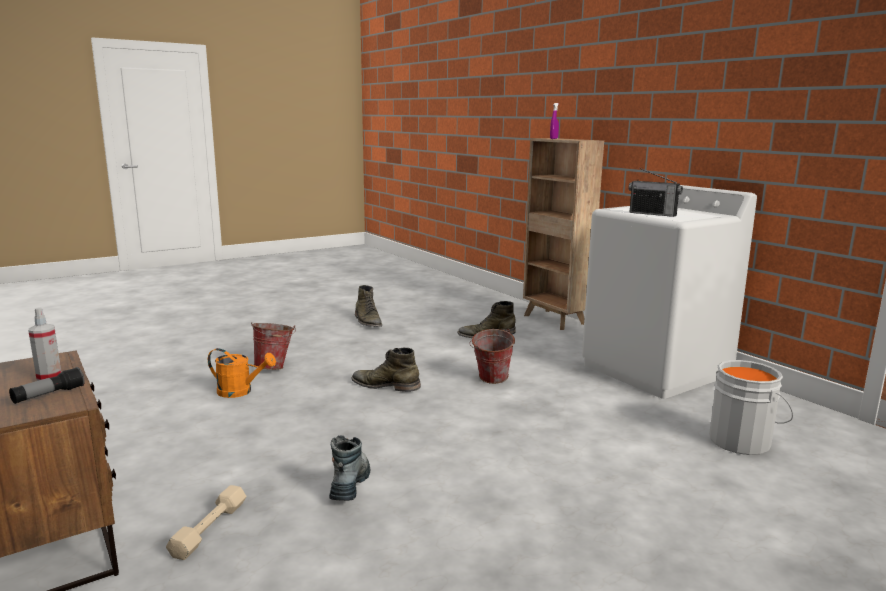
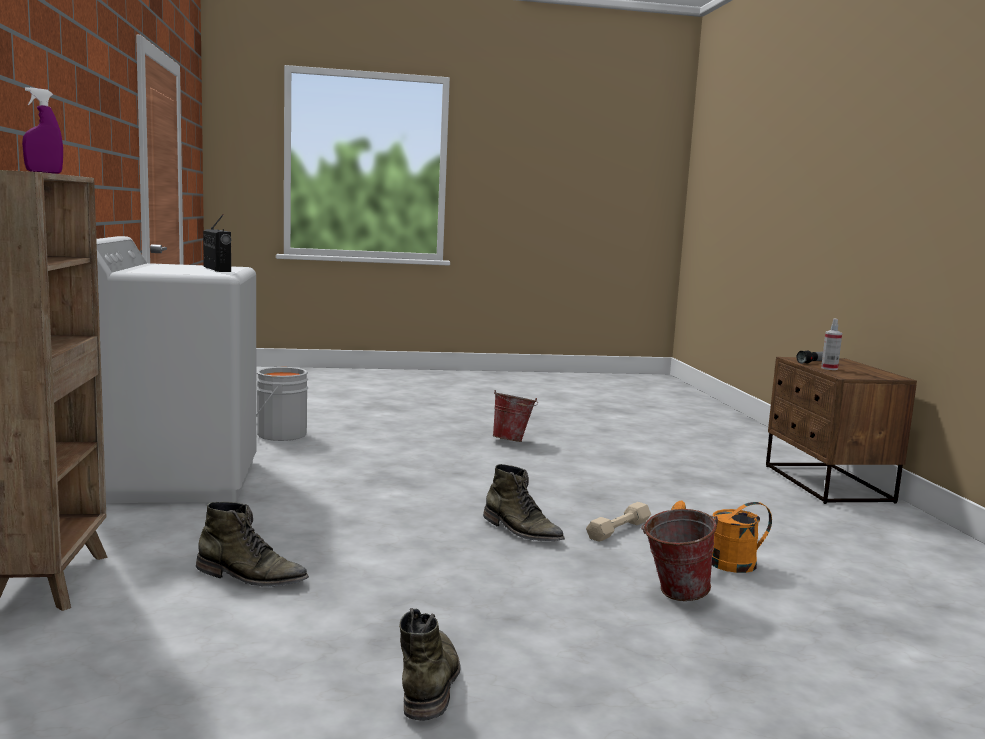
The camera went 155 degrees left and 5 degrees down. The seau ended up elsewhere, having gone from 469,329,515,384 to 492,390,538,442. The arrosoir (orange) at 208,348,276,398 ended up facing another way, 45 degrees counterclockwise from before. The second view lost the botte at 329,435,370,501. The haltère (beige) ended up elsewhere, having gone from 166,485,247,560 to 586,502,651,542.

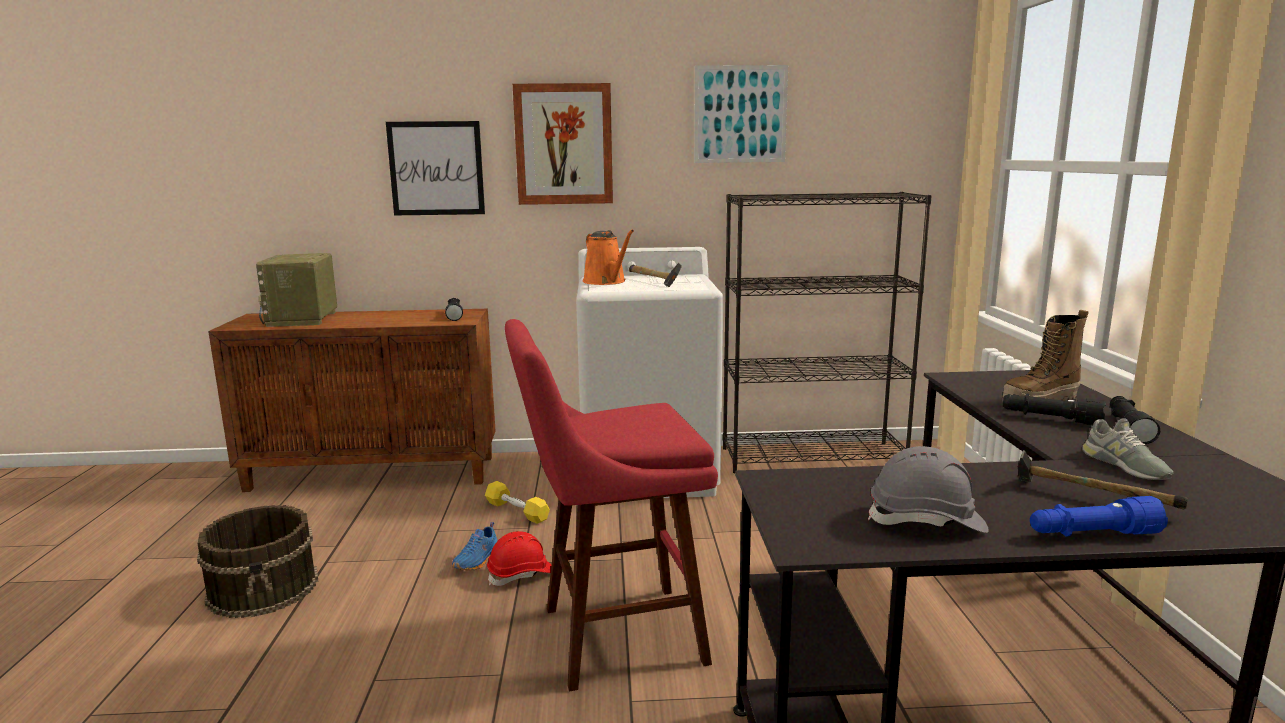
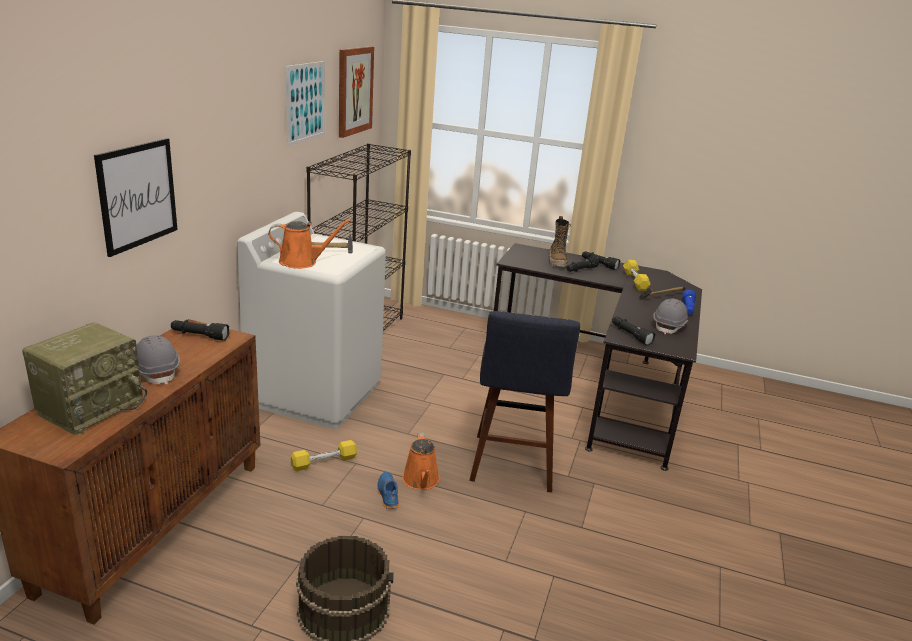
The camera went 70 degrees left and 10 degrees up. The tableau ended up elsewhere, having gone from 513,83,613,205 to 339,46,374,138. The radio at 256,253,337,327 ended up facing another way, 75 degrees counterclockwise from before. What was the tabouret (rouge) at 505,319,718,692 turned into the tabouret (bleu) at 469,311,580,492. Where the chaussure (gris) stood at 1083,418,1174,480, the haltère (jaune) came to stand at 623,260,651,291. The chaussure (bleu) at 452,522,498,571 ended up facing another way, 150 degrees counterclockwise from before. Where the casque de chantier (rouge) stood at 487,531,551,586, the arrosoir (orange) came to stand at 402,433,440,490. The second view gained the lampe de poche (noir) at 612,317,655,346. The second view gained the casque de chantier (gris) at 135,335,180,385.

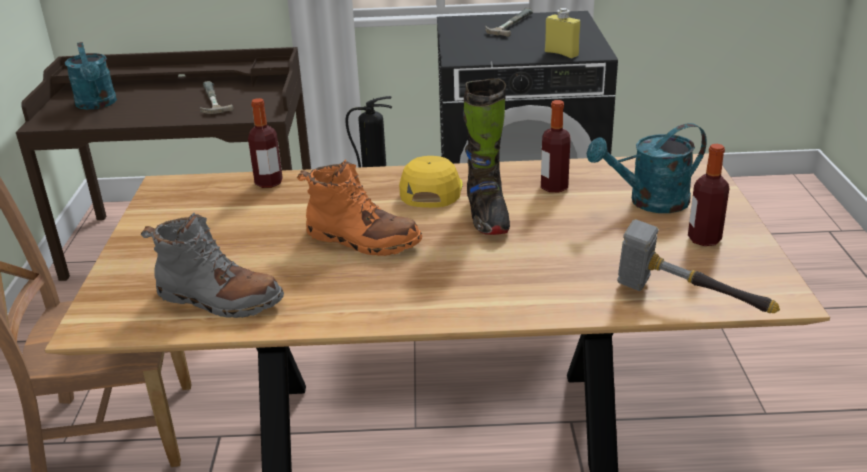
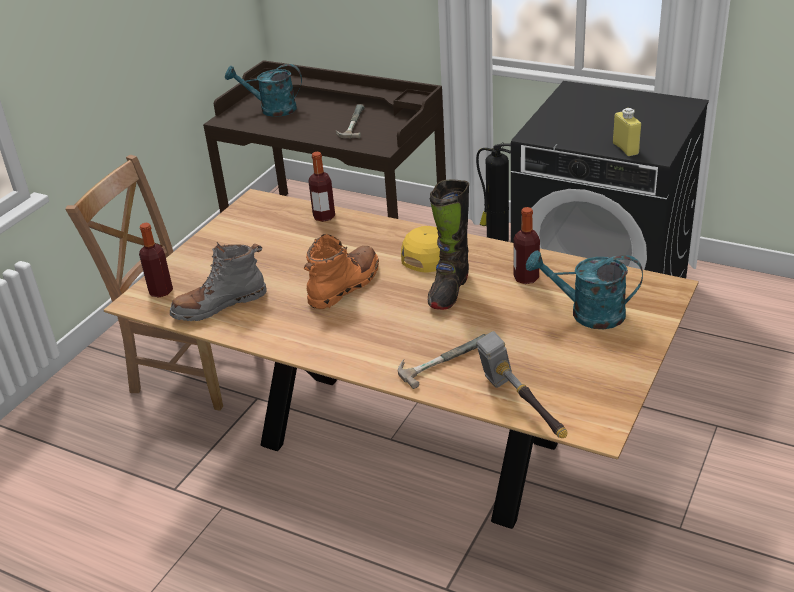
The camera went 30 degrees right and 5 degrees up. The marteau ended up elsewhere, having gone from 486,8,533,37 to 398,334,486,389. The arrosoir (turquoise) at 65,42,117,110 ended up facing another way, 90 degrees clockwise from before. The bouteille ended up elsewhere, having gone from 688,144,730,246 to 139,223,173,297. The botte (orange) at 297,160,422,256 ended up facing another way, 105 degrees counterclockwise from before. The botte (gris) at 141,213,284,318 ended up facing another way, 105 degrees clockwise from before.

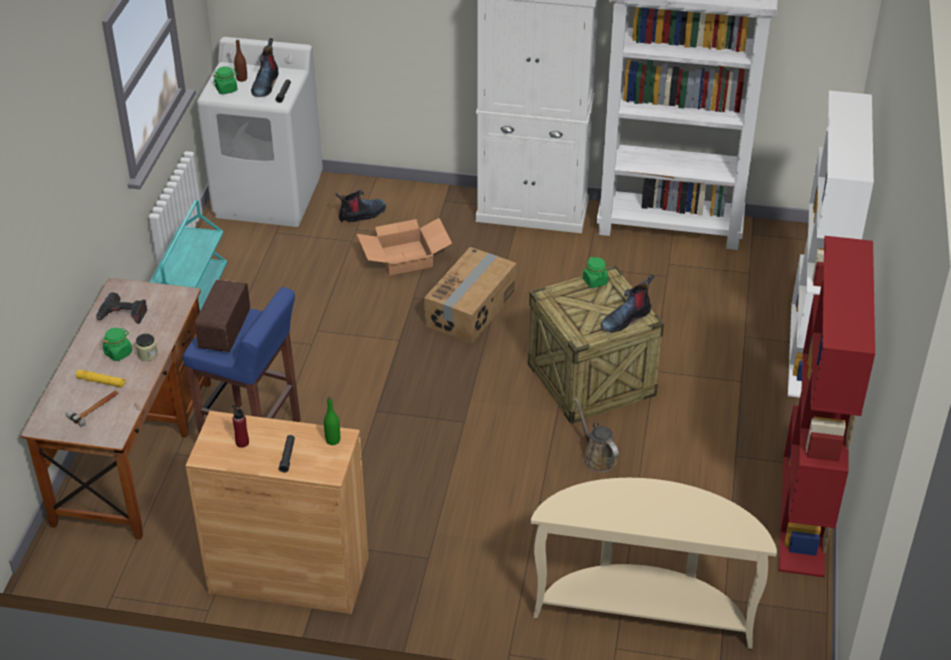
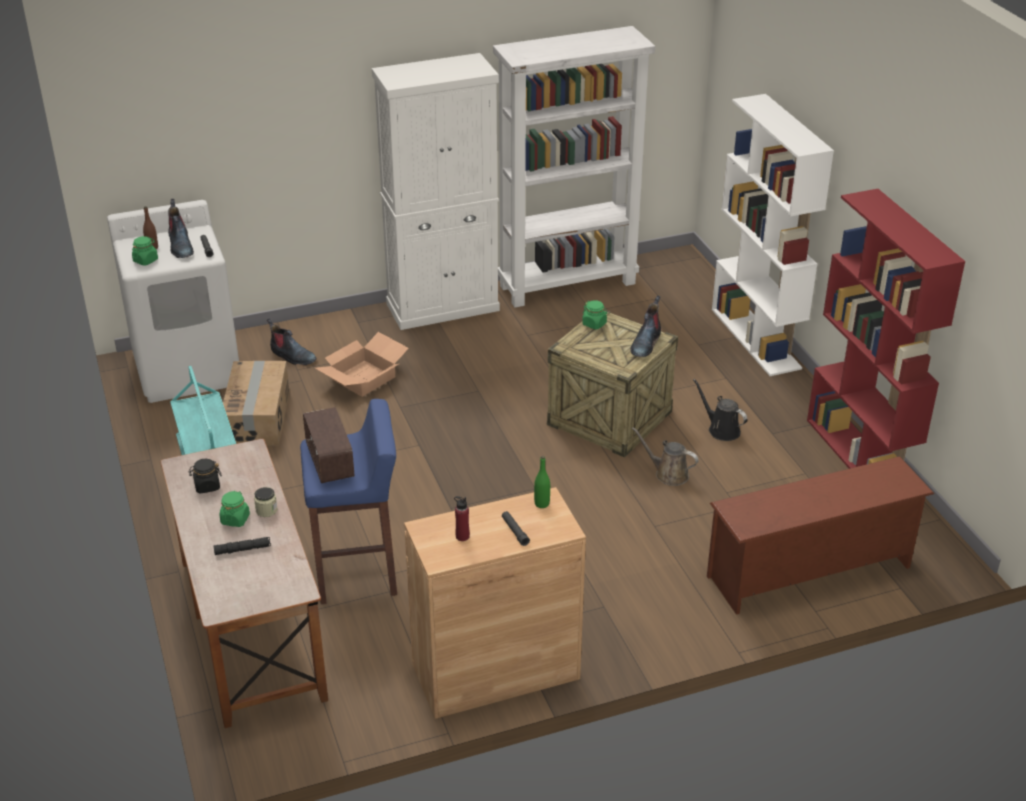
The camera went 30 degrees left and 5 degrees down. The botte at 336,190,386,222 ended up facing another way, 90 degrees clockwise from before. The carton ended up elsewhere, having gone from 424,247,516,343 to 223,361,290,445. Where the perceuse stood at 96,292,147,324, the bocal (noir) came to stand at 188,459,222,493. What was the lampe de poche (jaune) at 76,370,126,388 turned into the lampe de poche (noir) at 214,537,271,555. The second view lost the marteau at 66,390,119,426. Where the table console (beige) stood at 531,478,777,649, the étagère à chaussures (marron) came to stand at 707,456,934,615. The second view gained the arrosoir (noir) at 693,379,747,441.

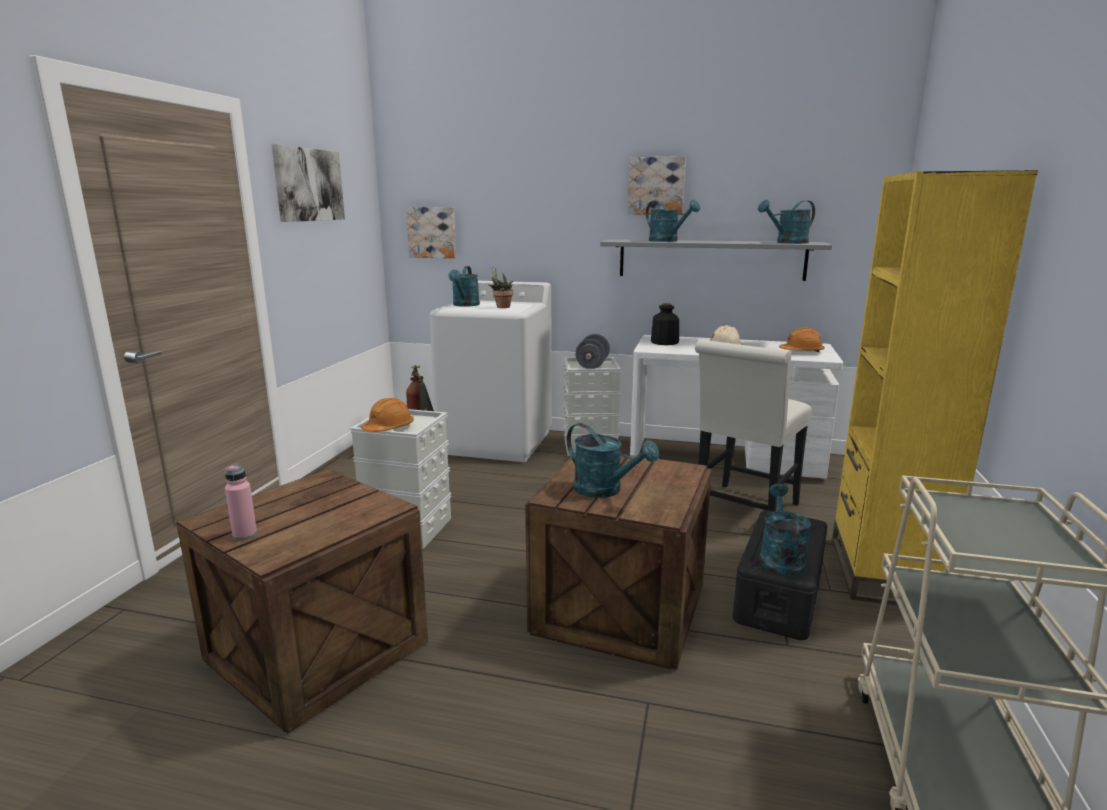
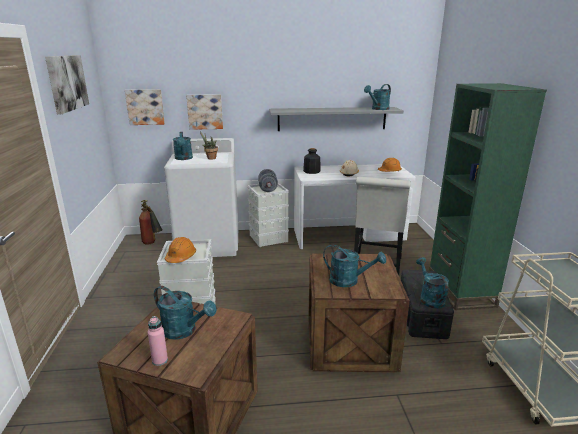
The camera went 20 degrees left and 5 degrees up. The tableau ended up elsewhere, having gone from 628,156,686,215 to 186,94,223,130. What was the bibliothèque (jaune) at 832,170,1038,606 turned into the bibliothèque (vert) at 429,83,547,310. The arrosoir (turquoise) ended up elsewhere, having gone from 646,200,700,242 to 154,286,217,340.

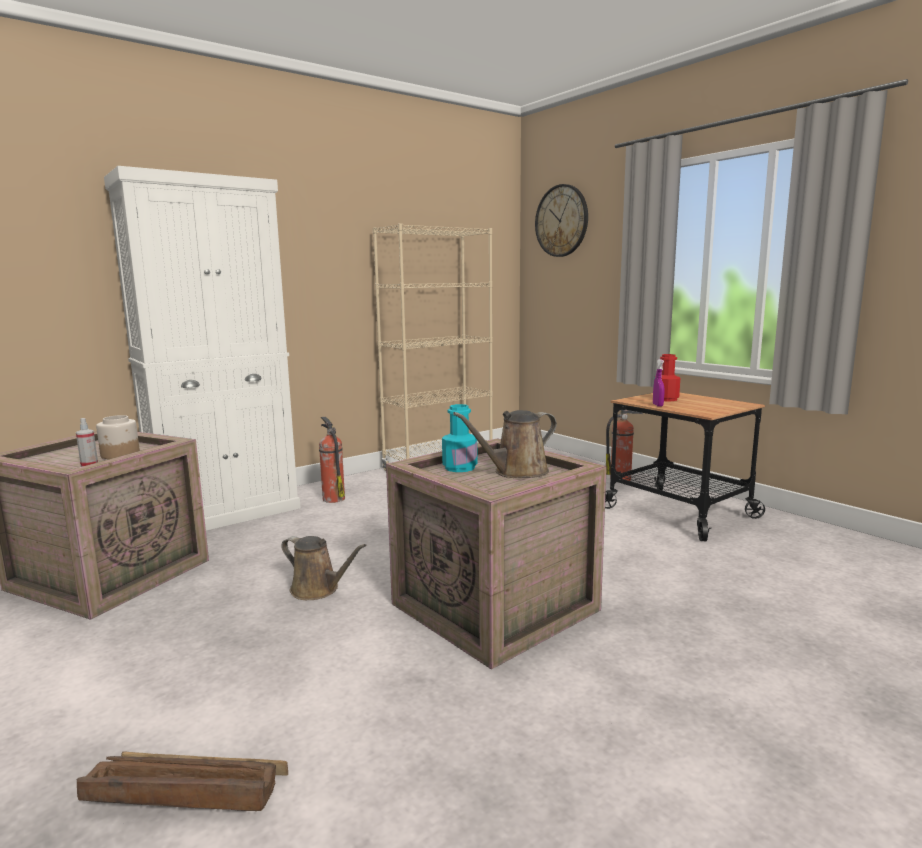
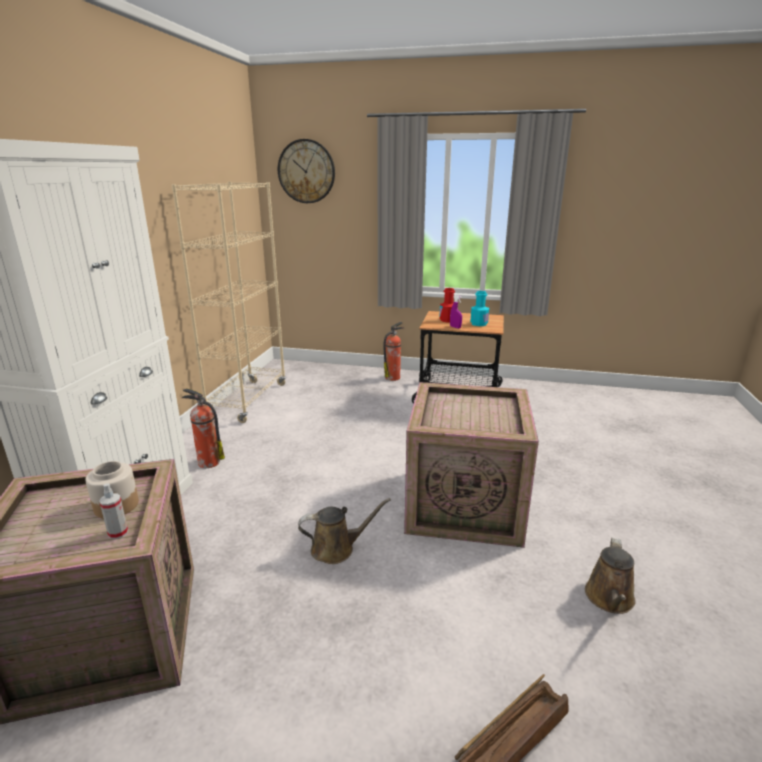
The camera went 40 degrees left and 10 degrees up. The bouteille (turquoise) ended up elsewhere, having gone from 442,404,477,472 to 470,291,489,326. The arrosoir (marron) ended up elsewhere, having gone from 453,410,557,478 to 585,538,636,614.

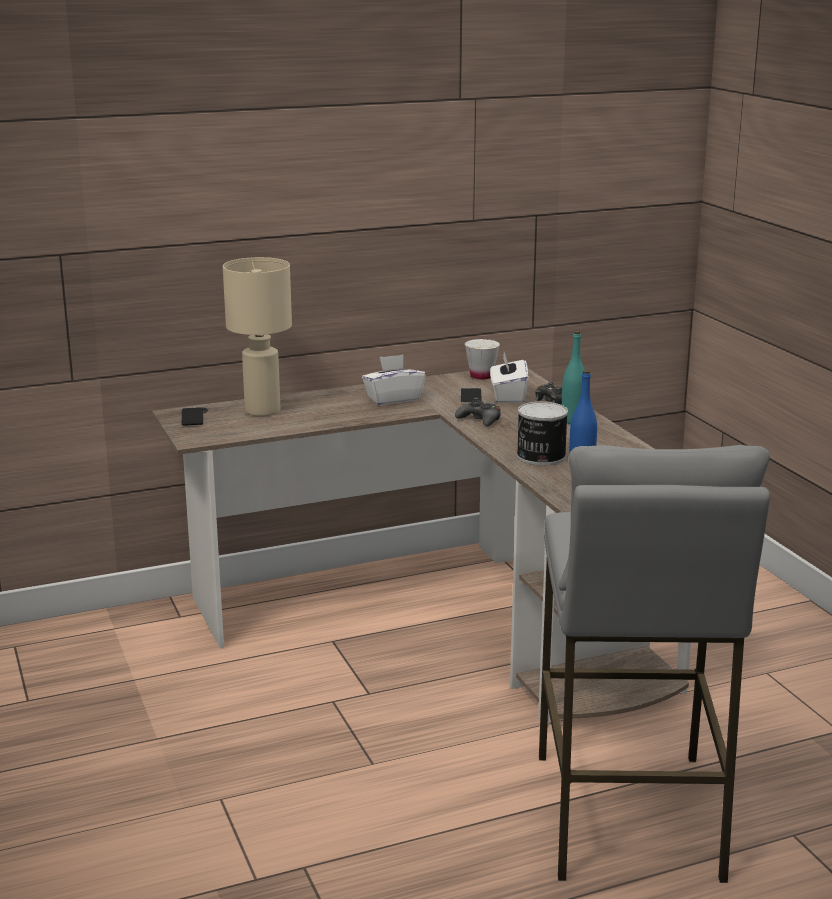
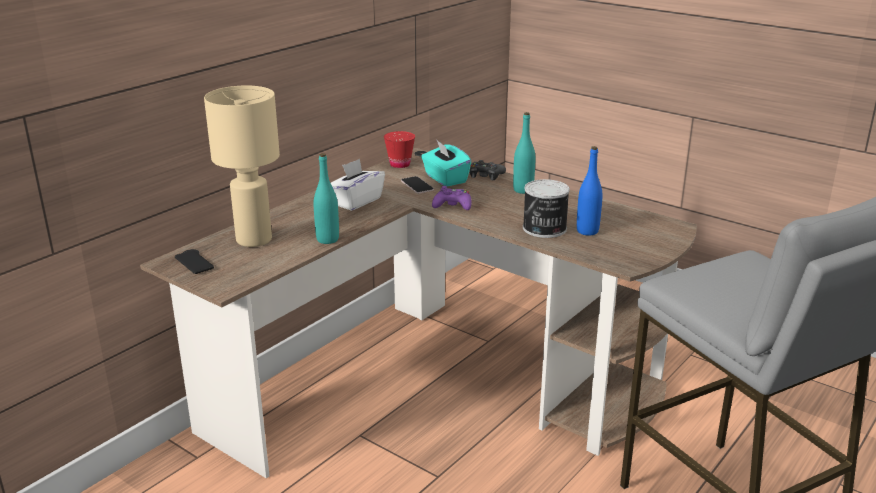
The camera went 30 degrees left and 5 degrees up. What was the tasse (blanc) at 465,339,500,380 turned into the tasse (rouge) at 384,131,415,168. What was the boîte à mouchoirs (blanc) at 490,352,529,403 turned into the boîte à mouchoirs (turquoise) at 421,141,471,187. What was the manette (noir) at 455,397,501,426 turned into the manette (violet) at 432,186,472,210. The second view gained the bouteille (turquoise) at 314,153,339,244.

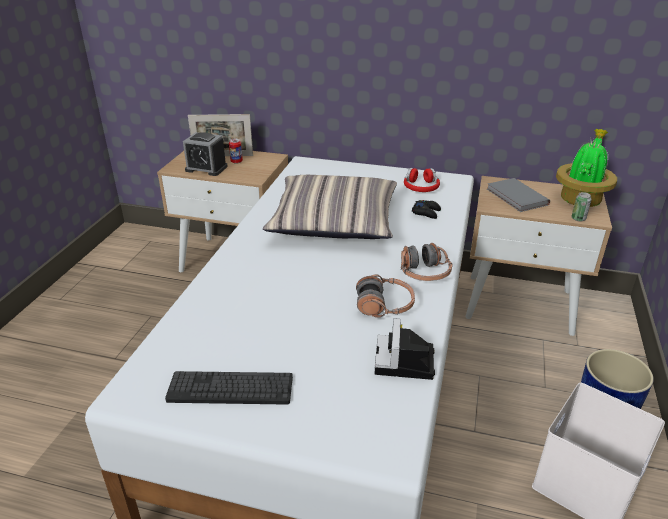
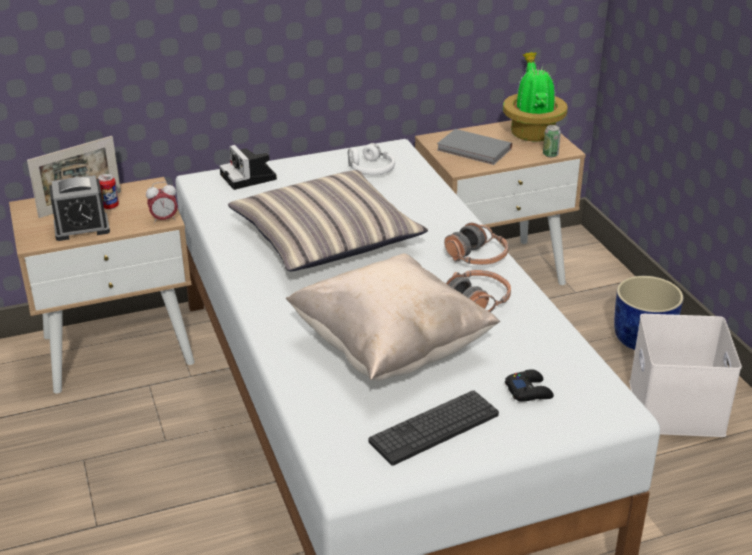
The camera went 35 degrees left and 0 degrees up. What was the casque audio (rouge) at 404,168,440,192 turned into the casque audio (blanc) at 348,143,395,175. The manette (noir) ended up elsewhere, having gone from 412,200,441,219 to 505,369,554,402. The appareil photo ended up elsewhere, having gone from 375,319,435,380 to 219,145,277,190. The second view gained the réveil at 146,182,178,224. The second view gained the coussin (beige) at 286,254,500,381.

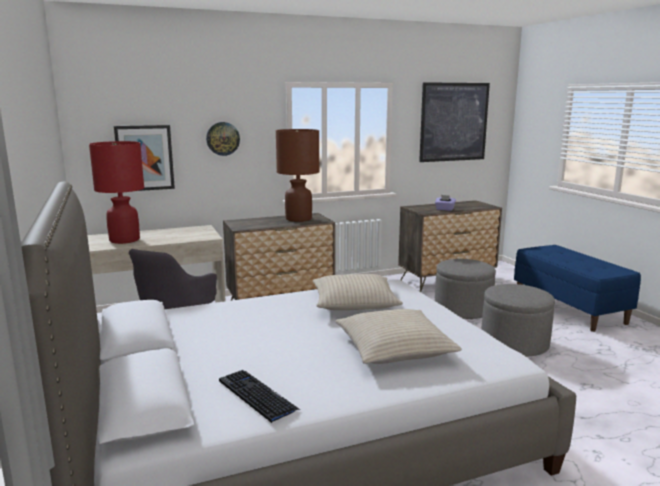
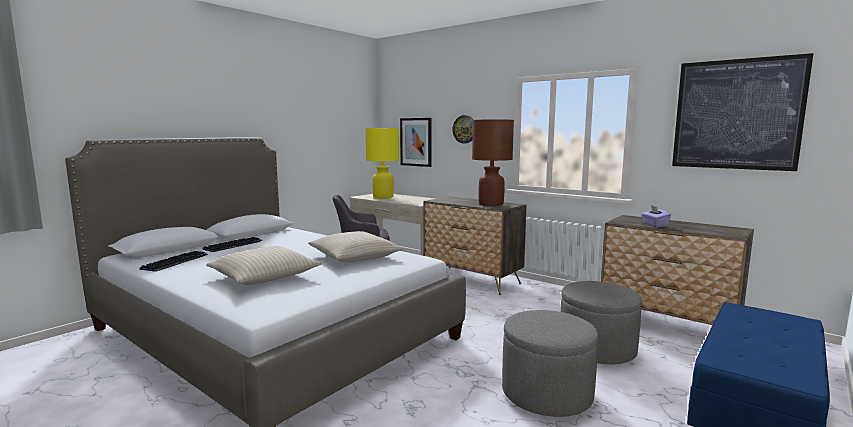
The camera went 60 degrees right and 5 degrees down. What was the lampe de table (rouge) at 89,141,144,244 turned into the lampe de table (jaune) at 365,128,399,198. The second view gained the clavier at 203,237,263,252.

